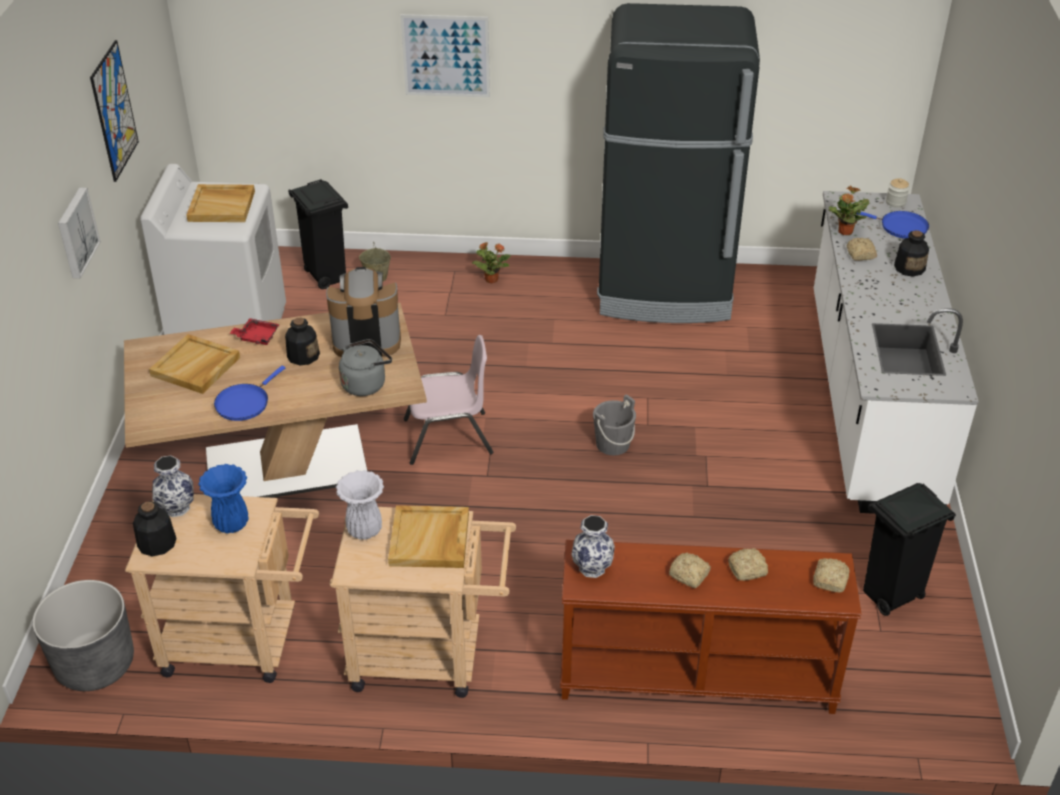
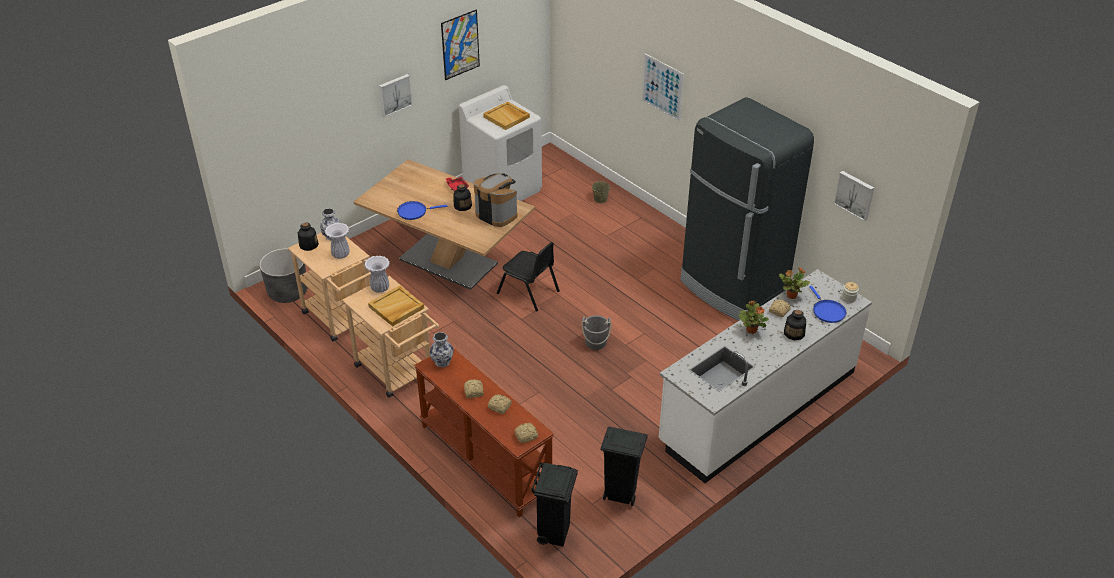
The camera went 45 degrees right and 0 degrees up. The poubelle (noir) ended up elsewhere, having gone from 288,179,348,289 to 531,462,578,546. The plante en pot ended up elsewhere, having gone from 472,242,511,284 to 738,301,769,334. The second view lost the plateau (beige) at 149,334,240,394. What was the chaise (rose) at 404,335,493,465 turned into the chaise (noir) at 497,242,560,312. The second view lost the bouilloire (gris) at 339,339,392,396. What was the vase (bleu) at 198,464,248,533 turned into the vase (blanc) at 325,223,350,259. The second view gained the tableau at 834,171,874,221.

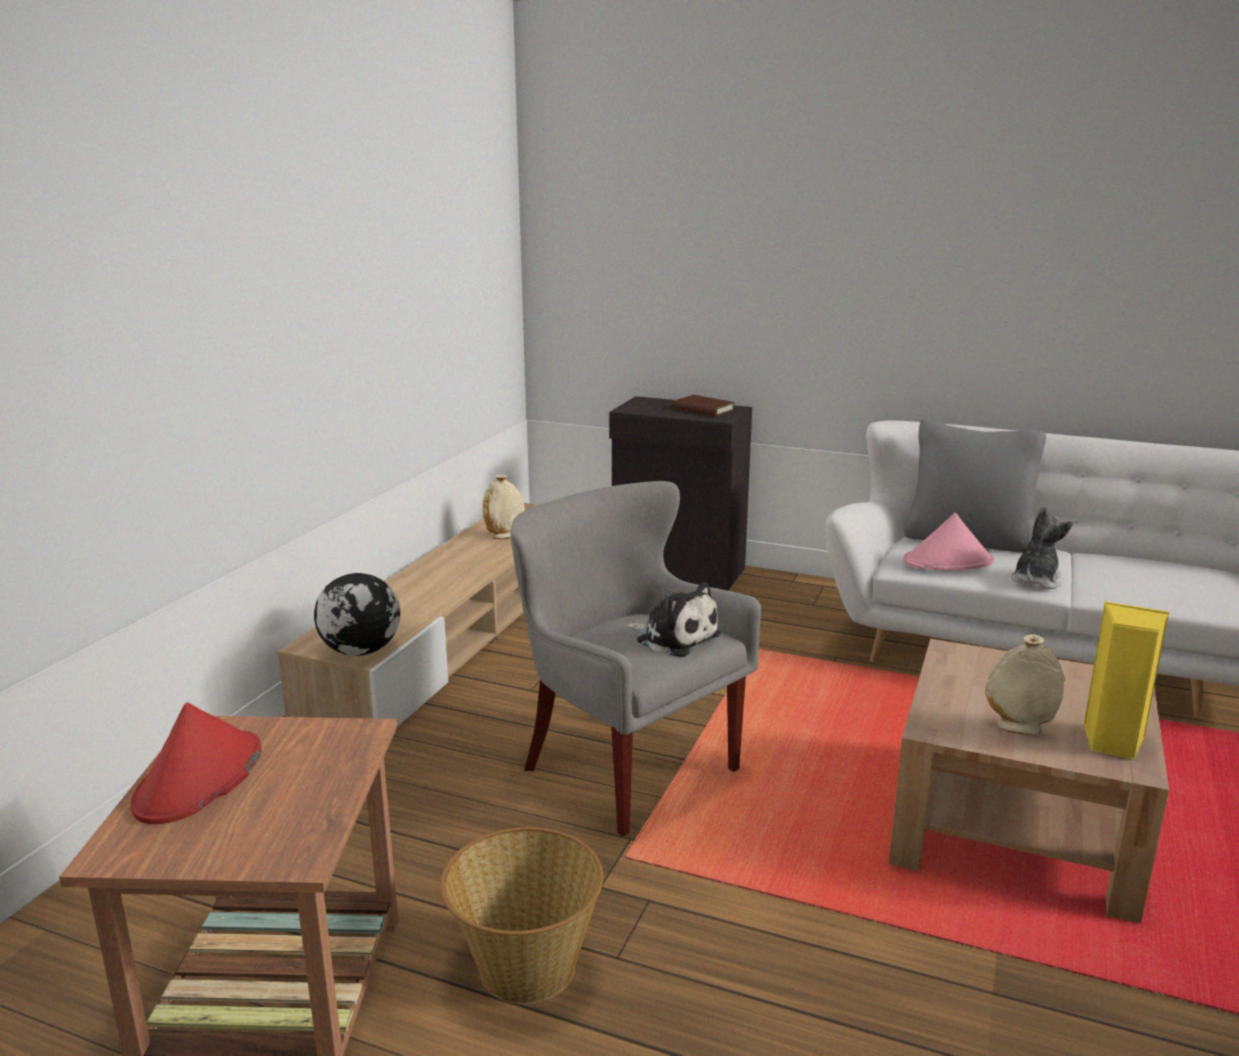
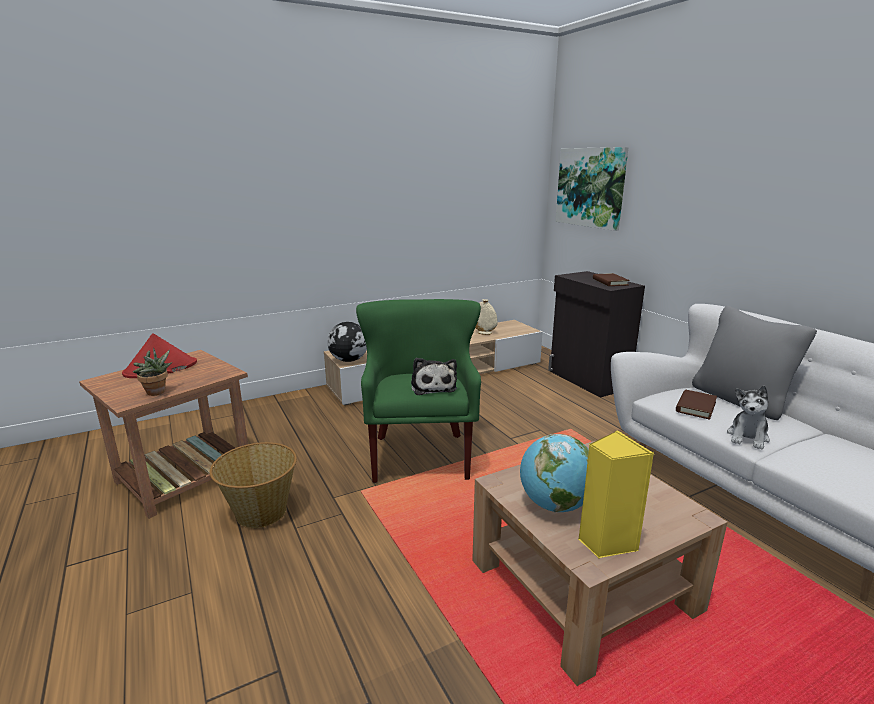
The camera went 40 degrees right and 0 degrees up. What was the fauteuil (gris) at 510,481,761,837 turned into the fauteuil (vert) at 356,299,481,483. The peluche at 1011,506,1073,589 ended up facing another way, 135 degrees clockwise from before. Where the chapeau (rose) stood at 903,513,994,570, the livre (marron) came to stand at 676,390,717,420. Where the vase (beige) stood at 985,634,1065,736, the globe came to stand at 520,434,589,512. The second view gained the tableau at 555,147,629,231. The second view gained the plante en pot at 133,348,172,396.

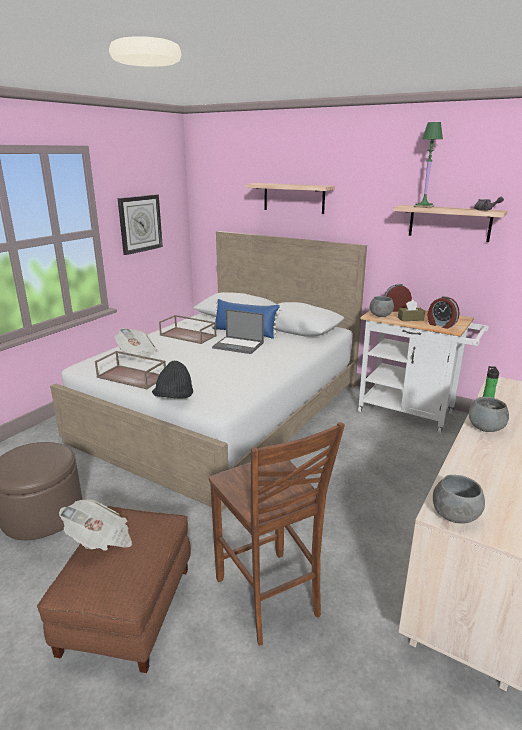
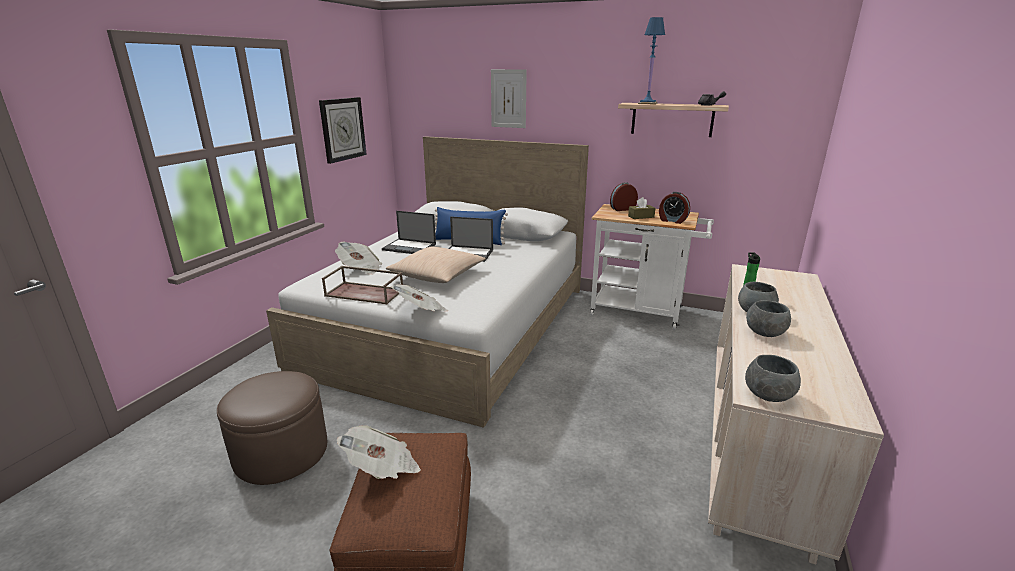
The camera went 10 degrees left and 0 degrees up. What was the lampe de table (vert) at 414,122,443,208 turned into the lampe de table (bleu) at 638,17,665,105. Where the étagère hung at 245,183,335,214, the tableau came to hang at 491,69,527,128. The bol (gris) ended up elsewhere, having gone from 370,296,394,317 to 746,300,791,337. Where the plateau (marron) stood at 159,315,217,344, the ordinateur portable came to stand at 382,211,436,254. Where the chapeau (noir) stood at 152,361,193,399, the journal came to stand at 391,284,449,311. The second view lost the chaise (marron) at 209,422,345,646. The second view gained the coussin (beige) at 385,247,486,283.

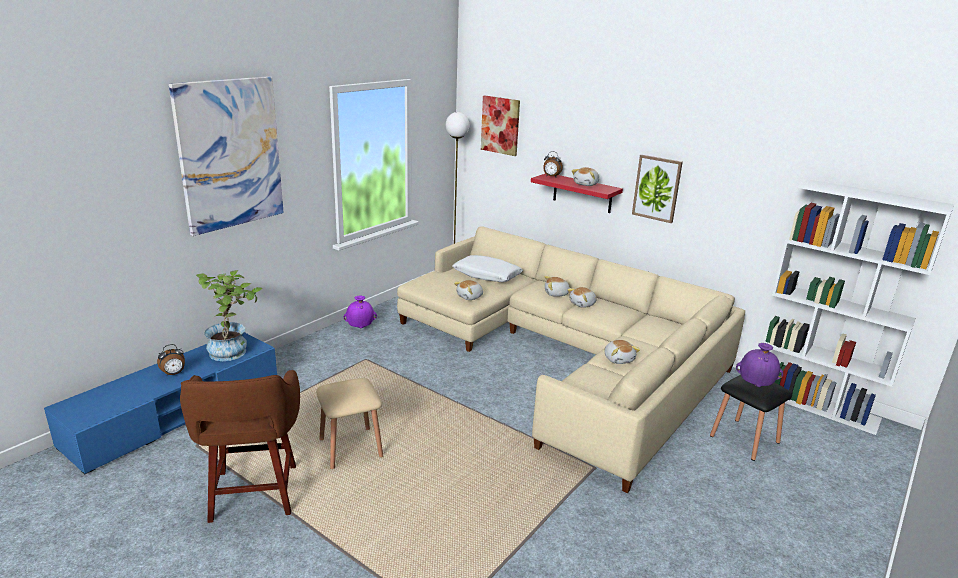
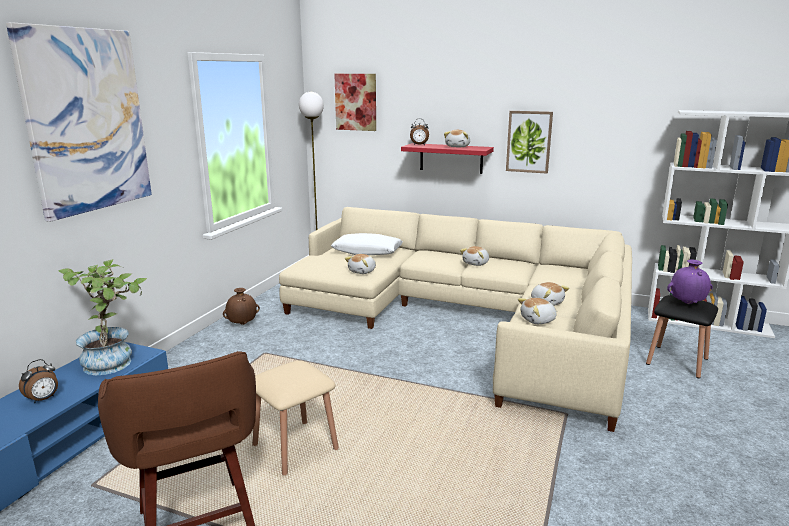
The camera went 15 degrees left and 5 degrees down. The peluche ended up elsewhere, having gone from 545,276,570,297 to 518,298,557,324. What was the vase (violet) at 344,296,377,328 turned into the vase (marron) at 223,288,260,325.

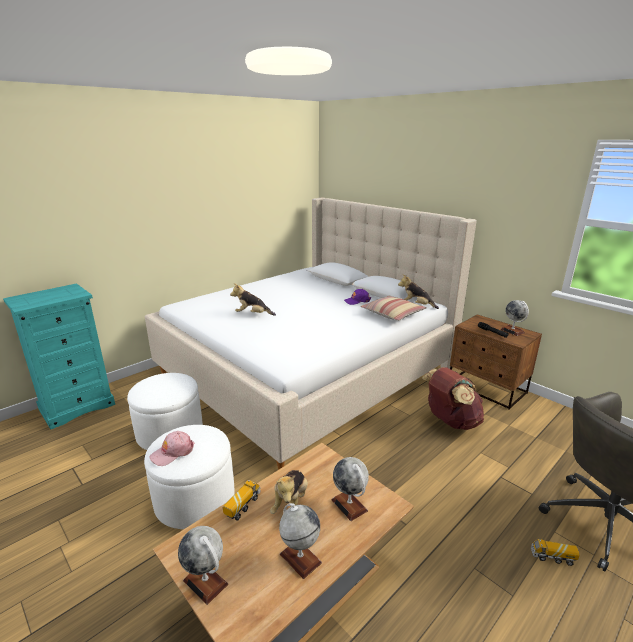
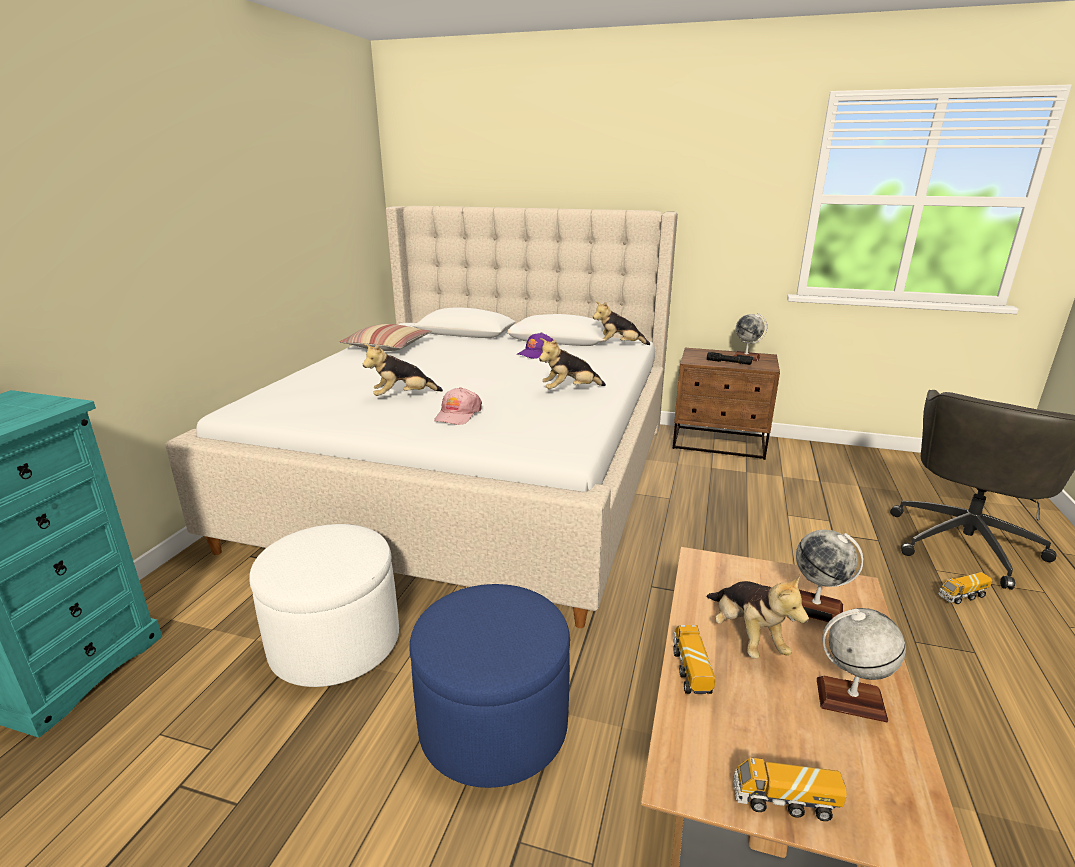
The camera went 30 degrees left and 0 degrees up. The coussin ended up elsewhere, having gone from 360,296,427,321 to 339,324,431,351. The second view lost the sac à dos (marron) at 422,367,484,430. What was the pouf (blanc) at 144,425,235,529 turned into the pouf (bleu) at 409,584,570,788. The casquette (rose) ended up elsewhere, having gone from 149,431,194,466 to 434,387,482,425. Where the globe stood at 178,526,228,605, the camion jouet came to stand at 733,757,847,821. The second view gained the peluche at 539,338,606,389.

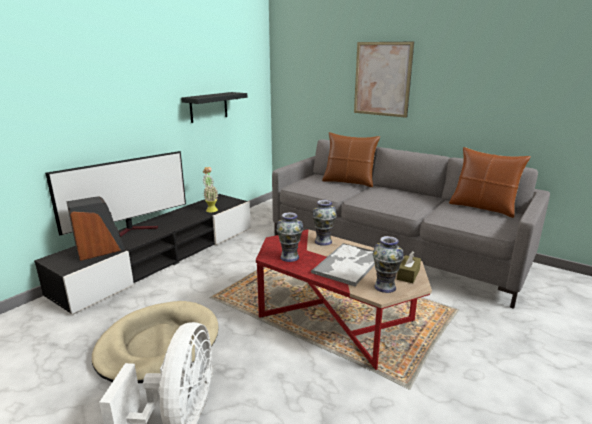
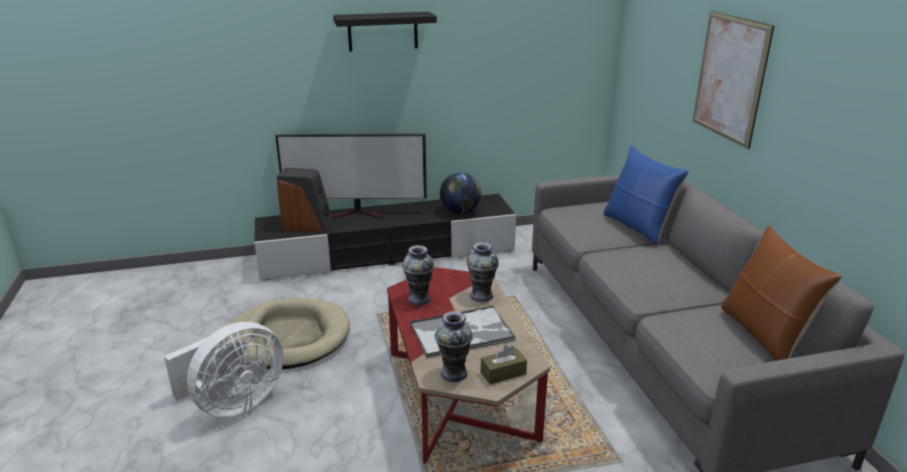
The camera went 40 degrees right and 5 degrees up. The étagère (noir) ended up elsewhere, having gone from 181,92,247,123 to 333,12,437,52. What was the coussin (marron) at 322,132,380,187 turned into the coussin (bleu) at 604,146,689,245. Where the plante en pot stood at 202,167,218,212, the globe came to stand at 440,173,481,214.

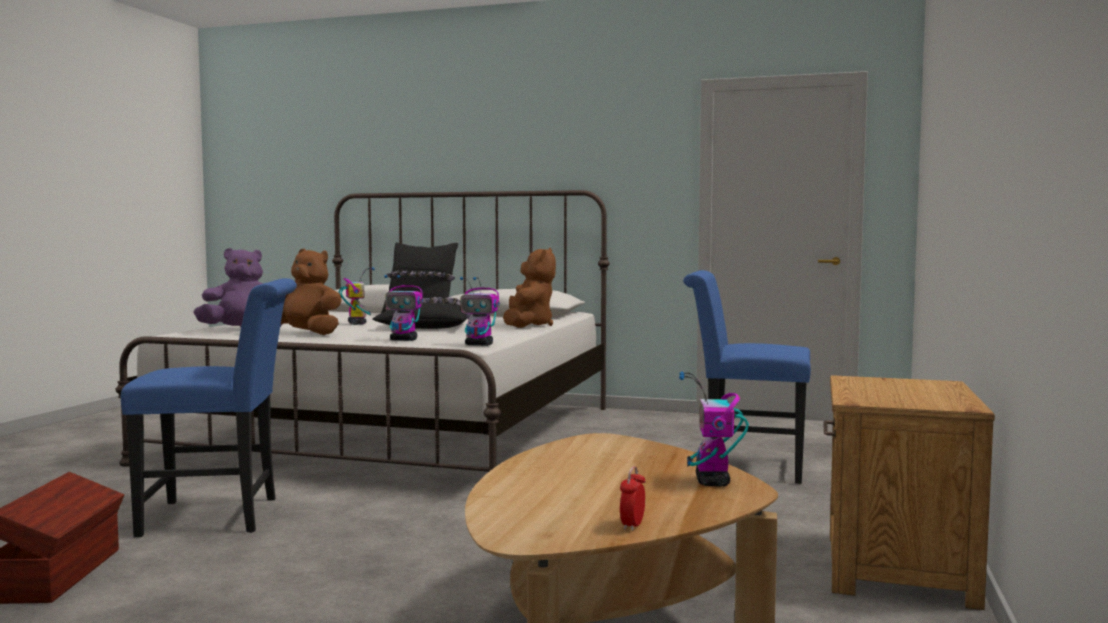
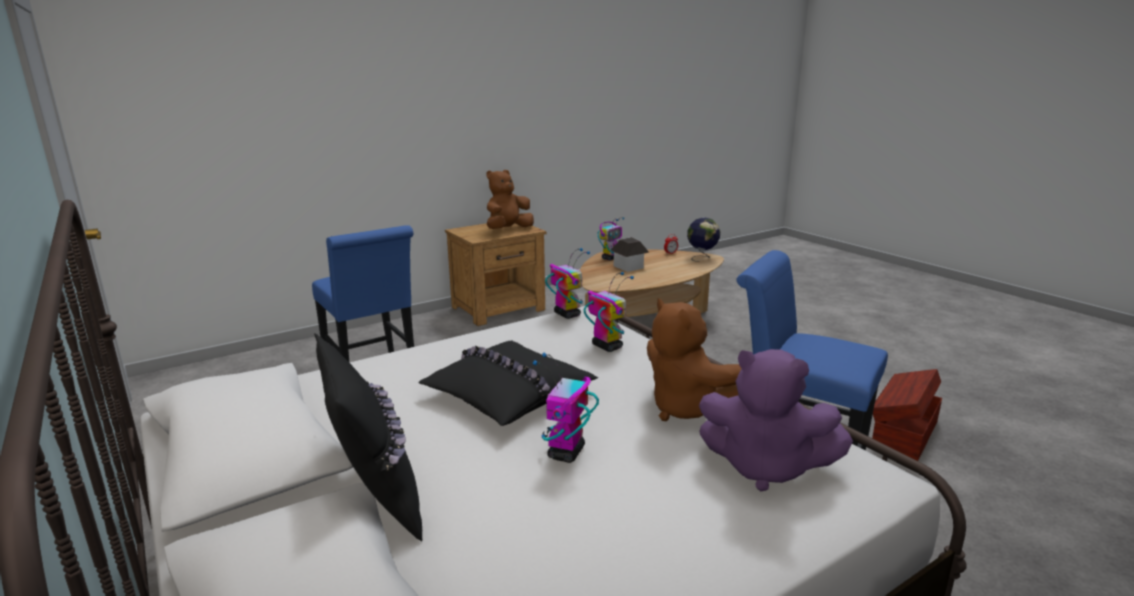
The camera went 140 degrees left and 15 degrees up. The peluche (marron) ended up elsewhere, having gone from 503,248,556,328 to 486,170,534,229. The second view gained the globe at 687,217,720,262. The second view gained the maison miniature at 610,237,649,272.

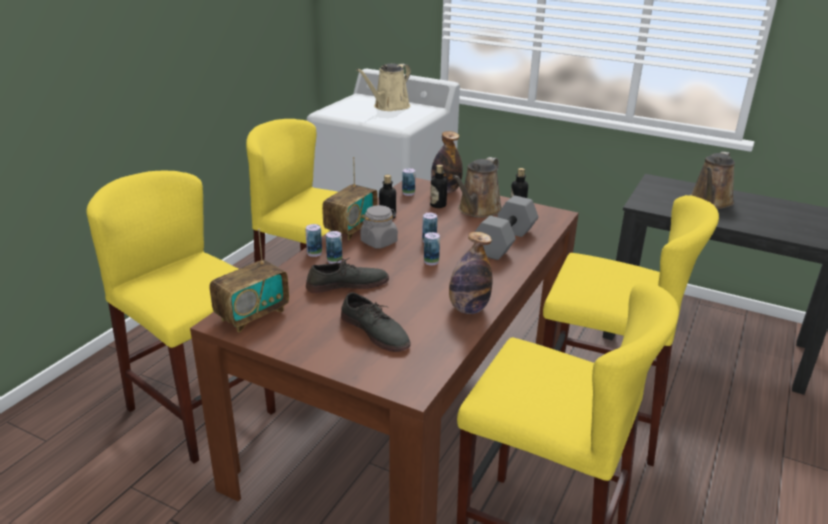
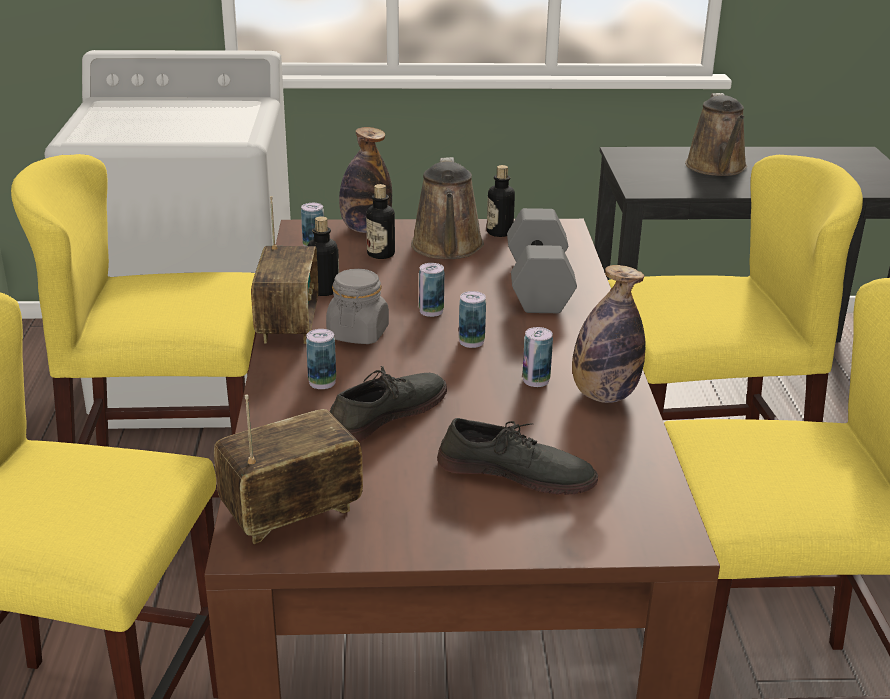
The camera went 30 degrees left and 0 degrees up. The second view lost the arrosoir (beige) at 356,63,411,111. The boîte métallique ended up elsewhere, having gone from 306,224,322,257 to 522,327,553,387. The radio at 210,229,289,333 ended up facing another way, 135 degrees counterclockwise from before.

